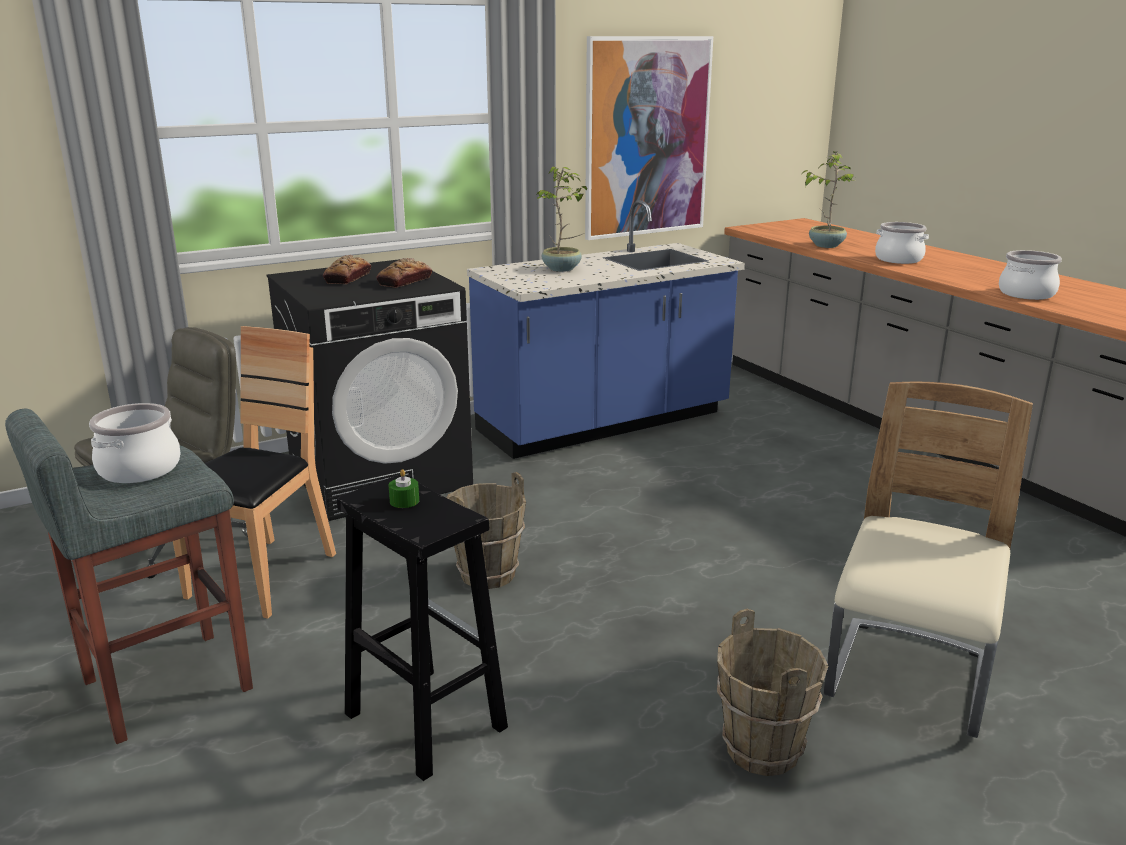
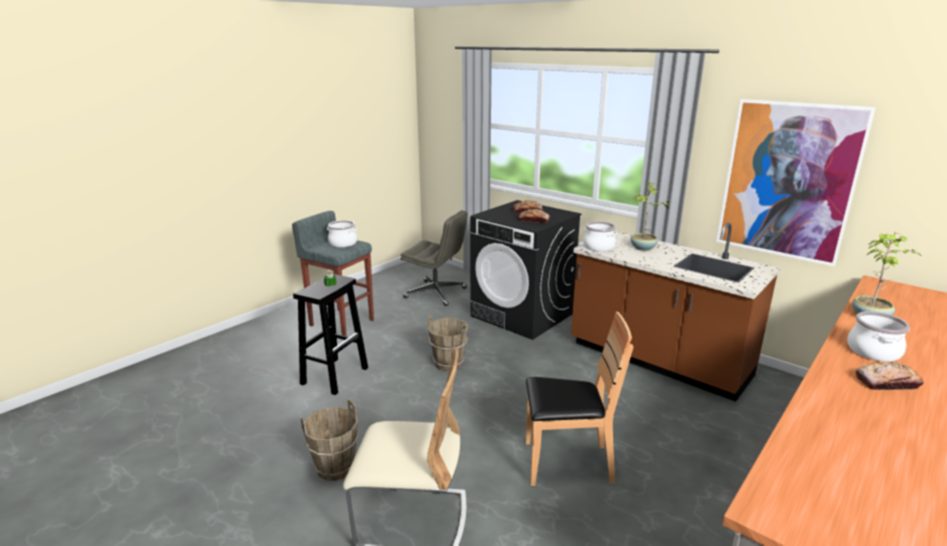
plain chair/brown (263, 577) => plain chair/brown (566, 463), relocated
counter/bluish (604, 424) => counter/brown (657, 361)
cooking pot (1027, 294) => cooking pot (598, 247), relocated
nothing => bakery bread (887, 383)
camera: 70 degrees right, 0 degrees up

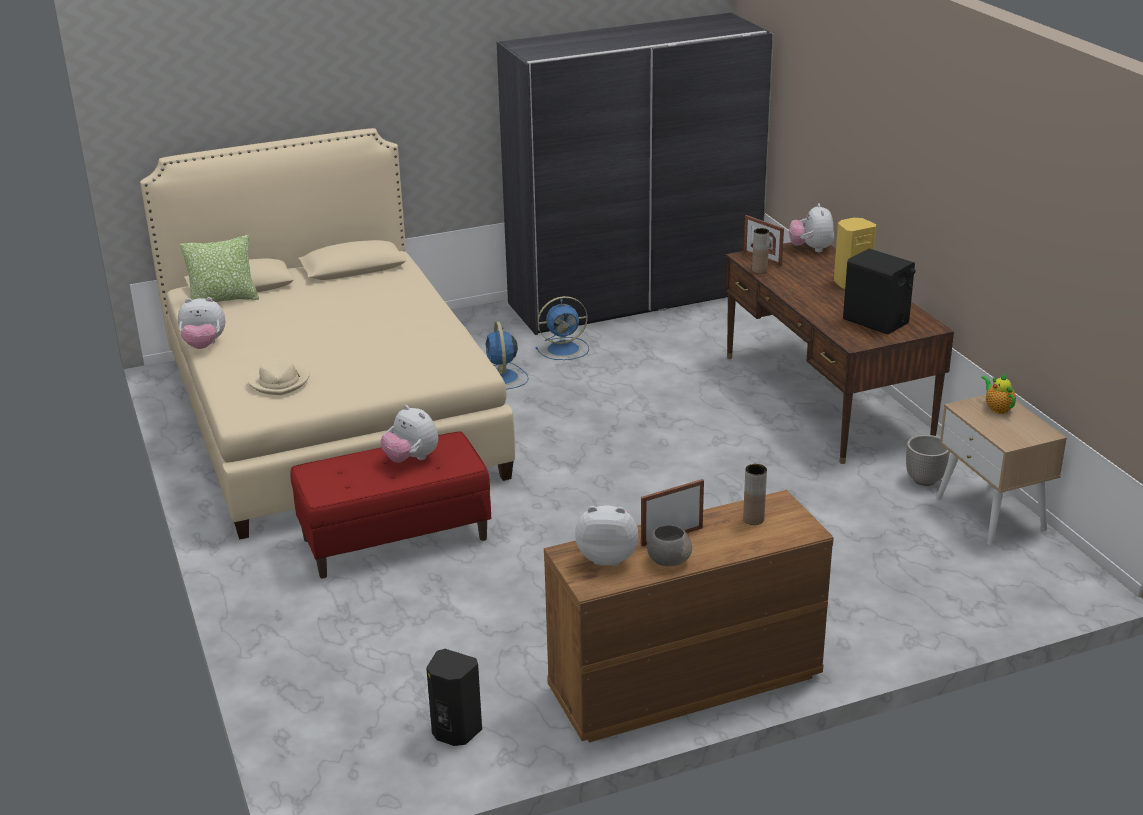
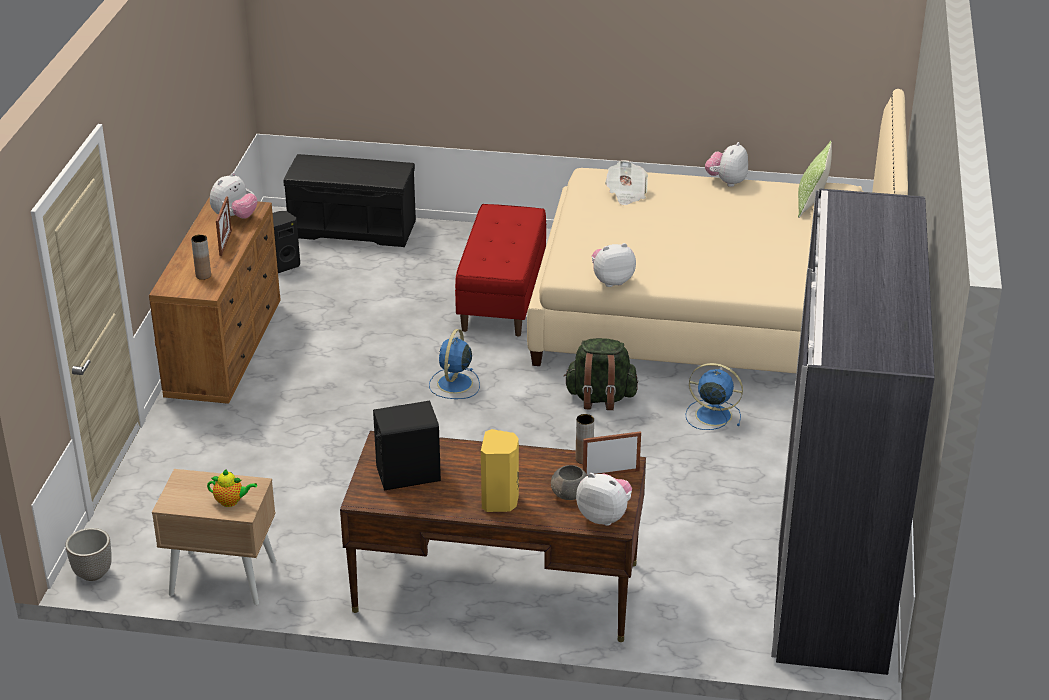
hat/beige-coloured (279, 381) => printed paper (626, 194)
soft toy (411, 459) => soft toy (611, 281), relocated
electric fan/bluish (564, 349) => electric fan/bluish (454, 384), relocated
bowl/grey (668, 560) => bowl/grey (570, 494), relocated
flower pot (925, 480) => flower pot (92, 574), relocated
nothing => long seat/blackish (354, 228)
nothing => backpack/green (600, 398)
camera: 120 degrees right, 5 degrees up

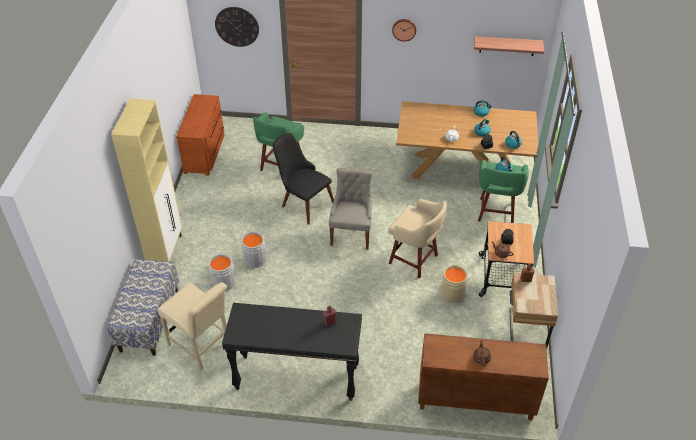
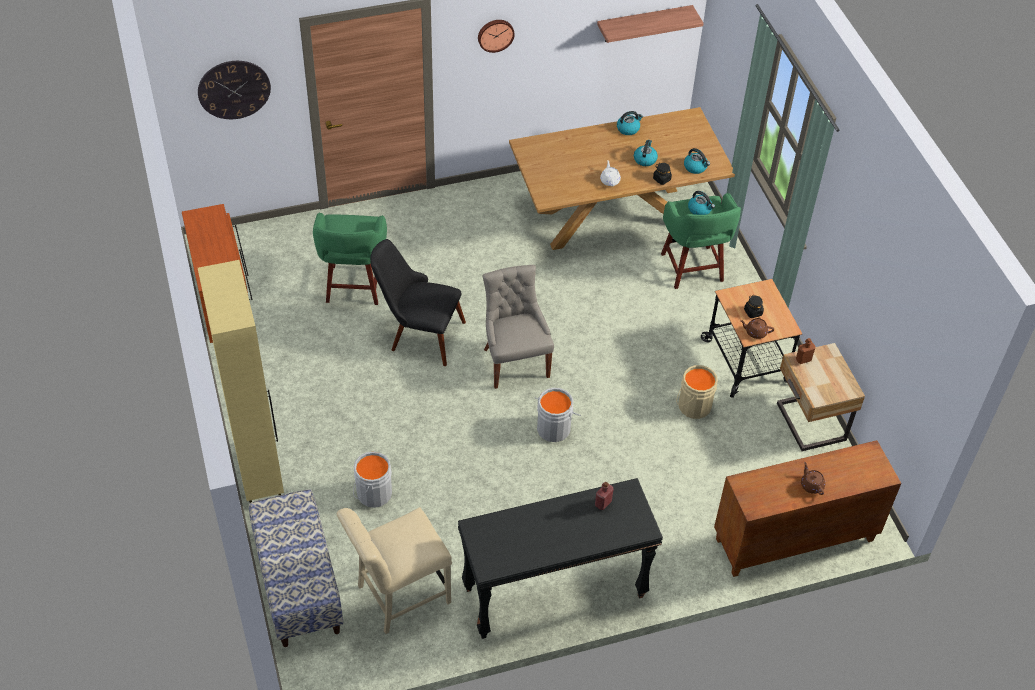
plain chair/beige-coloured (202, 346) => plain chair/beige-coloured (398, 596), 135 degrees clockwise
water bucket/grey (256, 259) => water bucket/grey (554, 427), relocated
stool seat/beige-coloured (415, 260) => nothing
camera: 25 degrees left, 5 degrees up

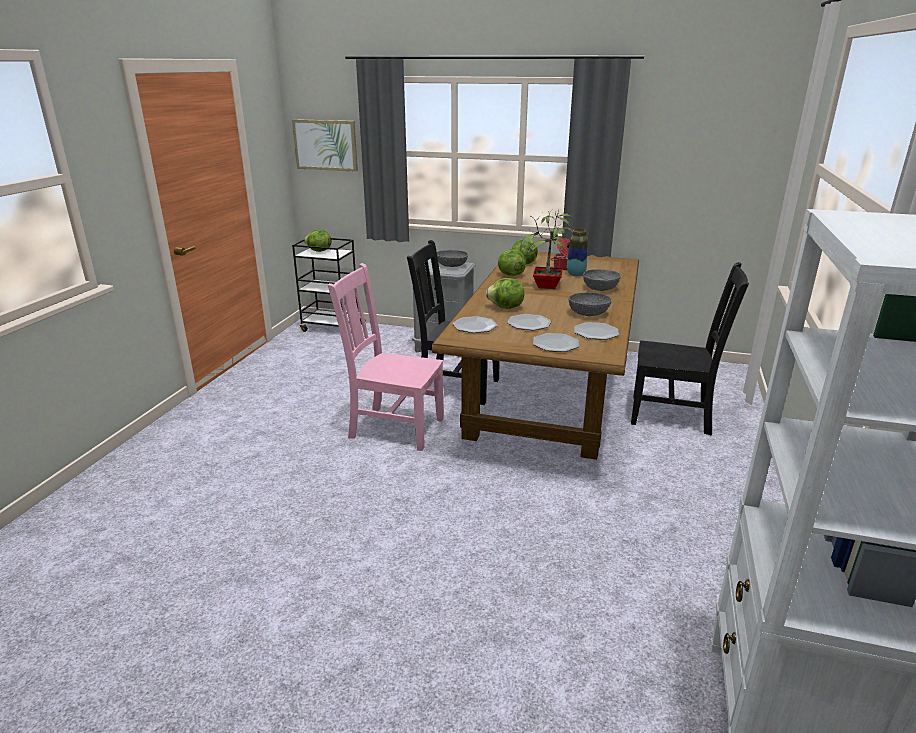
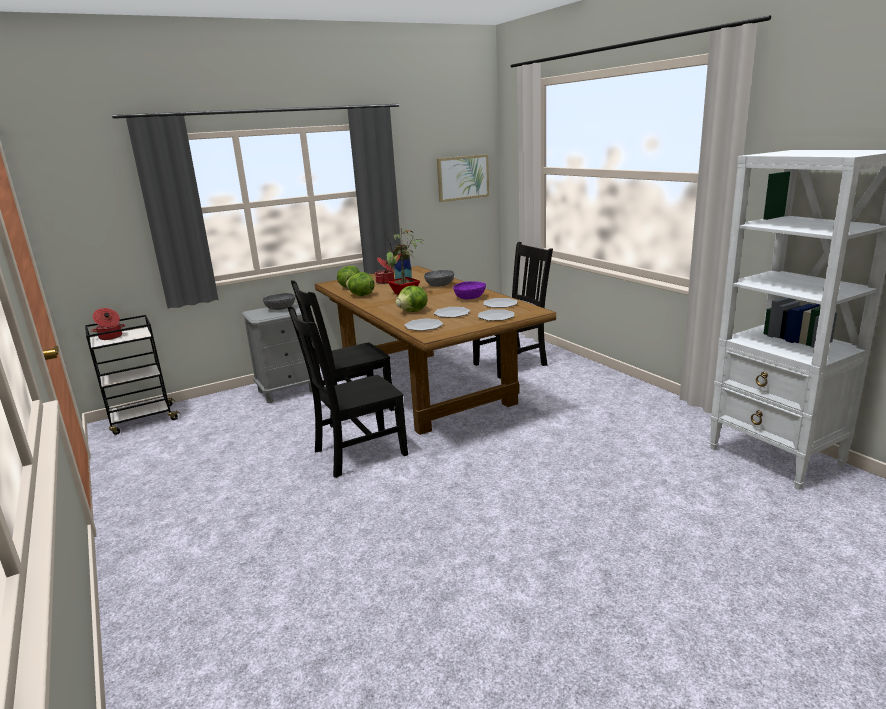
wall picture (325, 145) => wall picture (462, 177), relocated
lettuce head (318, 251) => cooking pot (111, 337)
plain chair/pink (393, 427) => plain chair/blackish (357, 453)
bowl/grey (588, 313) => bowl/purple-coloured (469, 297)
camera: 45 degrees left, 5 degrees down

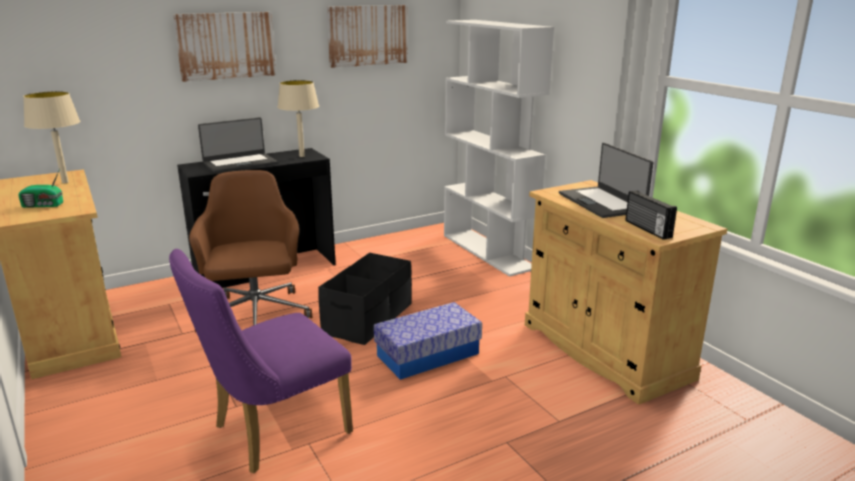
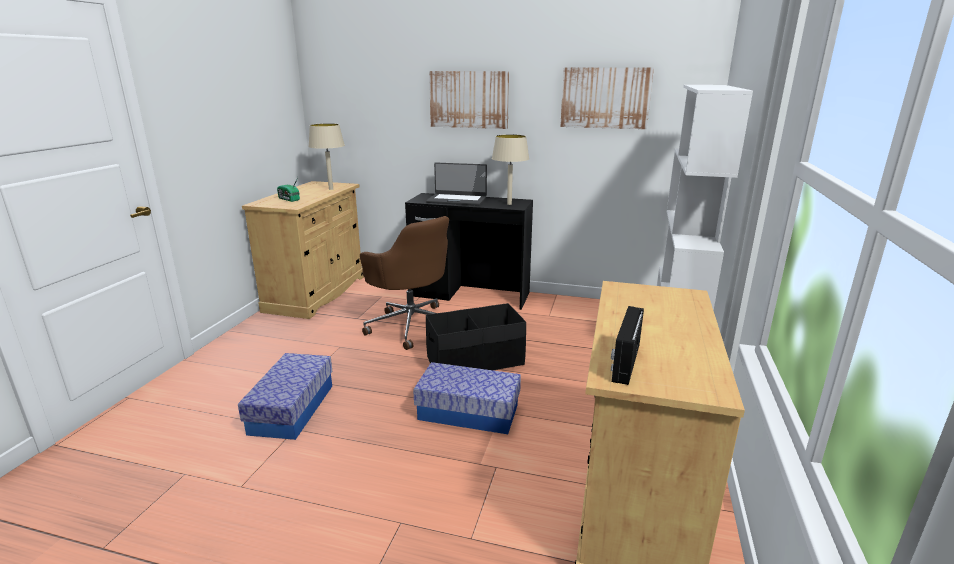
plain chair/purple-coloured (272, 432) => storage bin (292, 409)
office chair/brown (255, 316) => office chair/brown (411, 325), 105 degrees clockwise
laptop (602, 202) => nothing
camera: 45 degrees right, 0 degrees up

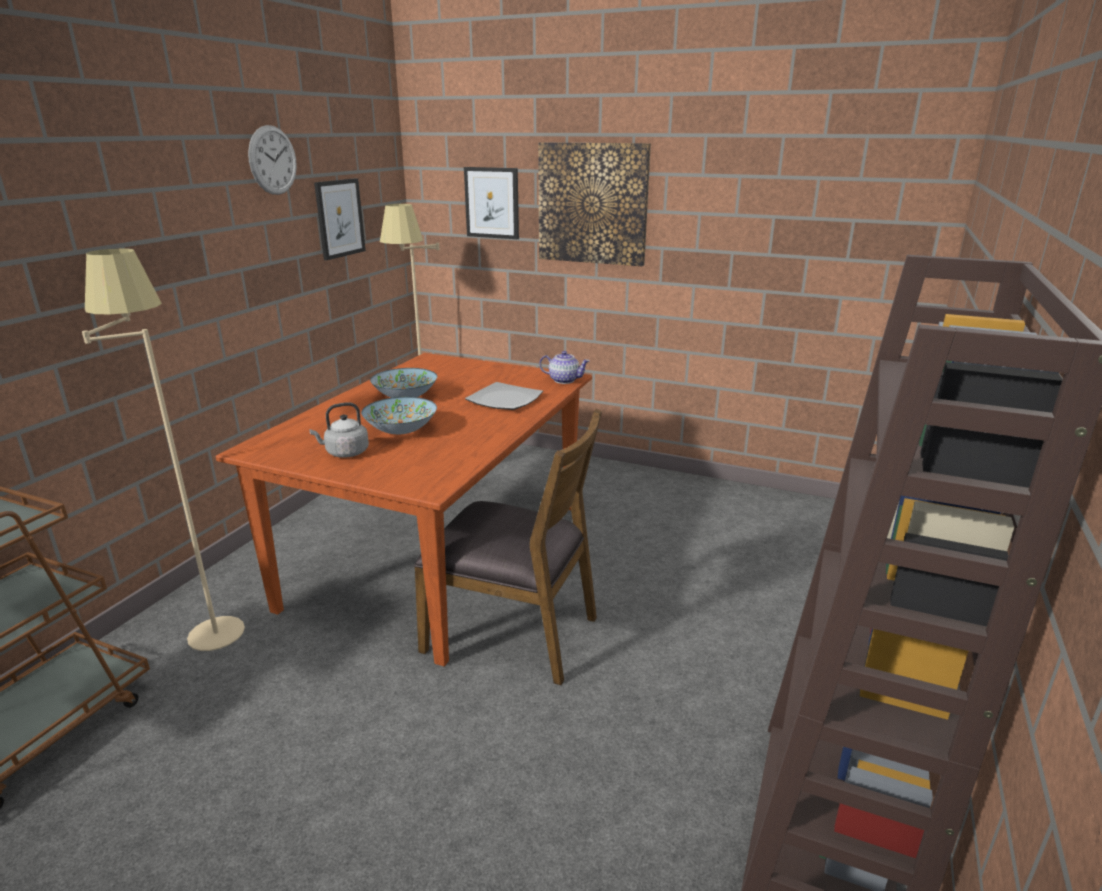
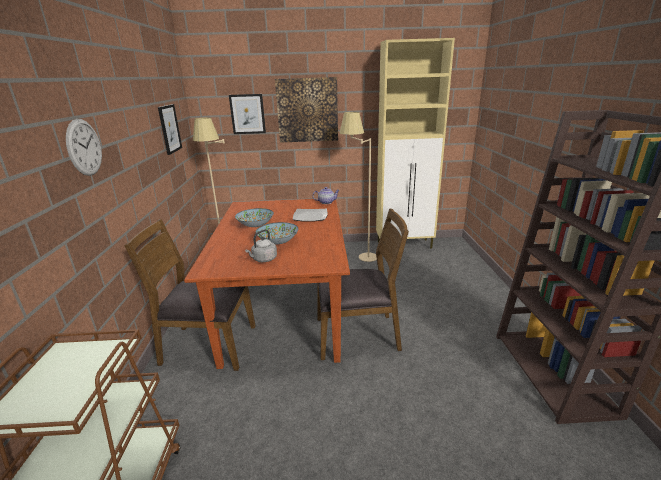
floor lamp/beige-coloured (204, 623) => floor lamp/beige-coloured (359, 256), relocated
wall clock (273, 160) => wall clock (84, 147), relocated
nothing => plain chair/brown (208, 346)
nothing => cabinet/beige-coloured (405, 245)
camera: 25 degrees left, 0 degrees up

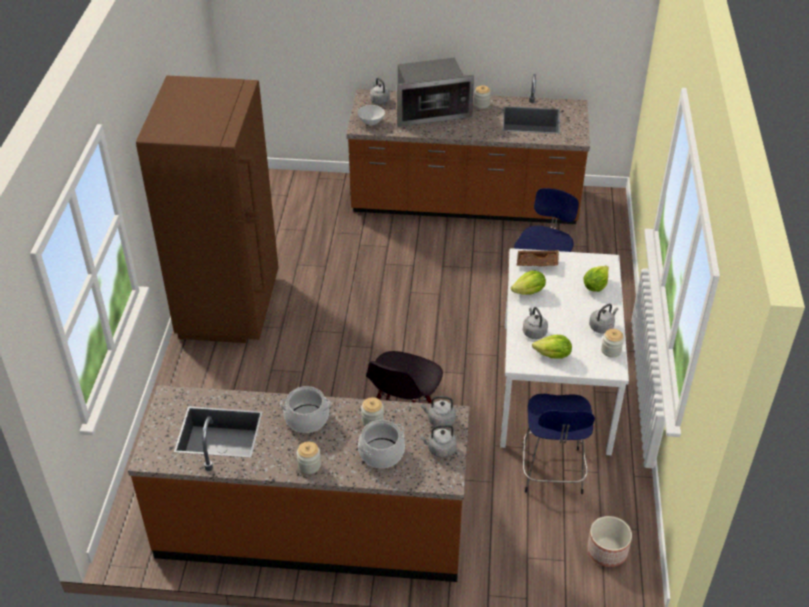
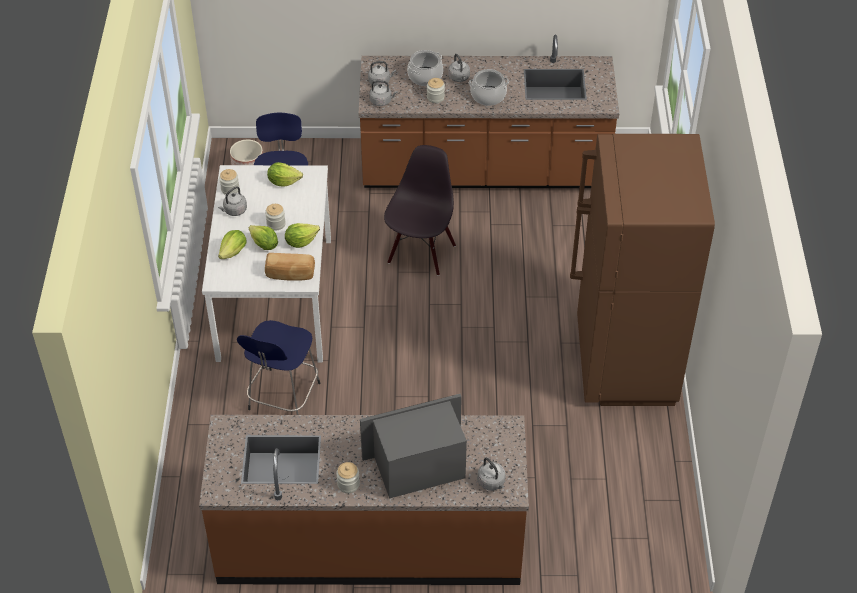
storage jar (309, 465) => storage jar (276, 224), relocated
bowl/white-coloured (371, 122) => nothing
tray/brown (537, 263) => bakery bread (290, 274)
tea kettle/grey (534, 332) => tea kettle/grey (459, 78), relocated
nothing => lettuce head (264, 245)
camera: 175 degrees right, 5 degrees up

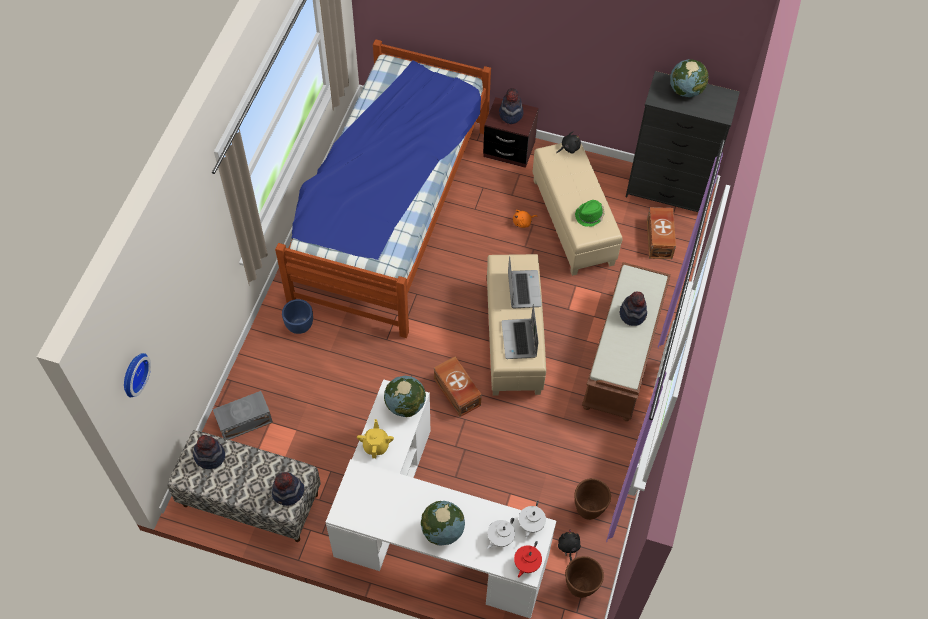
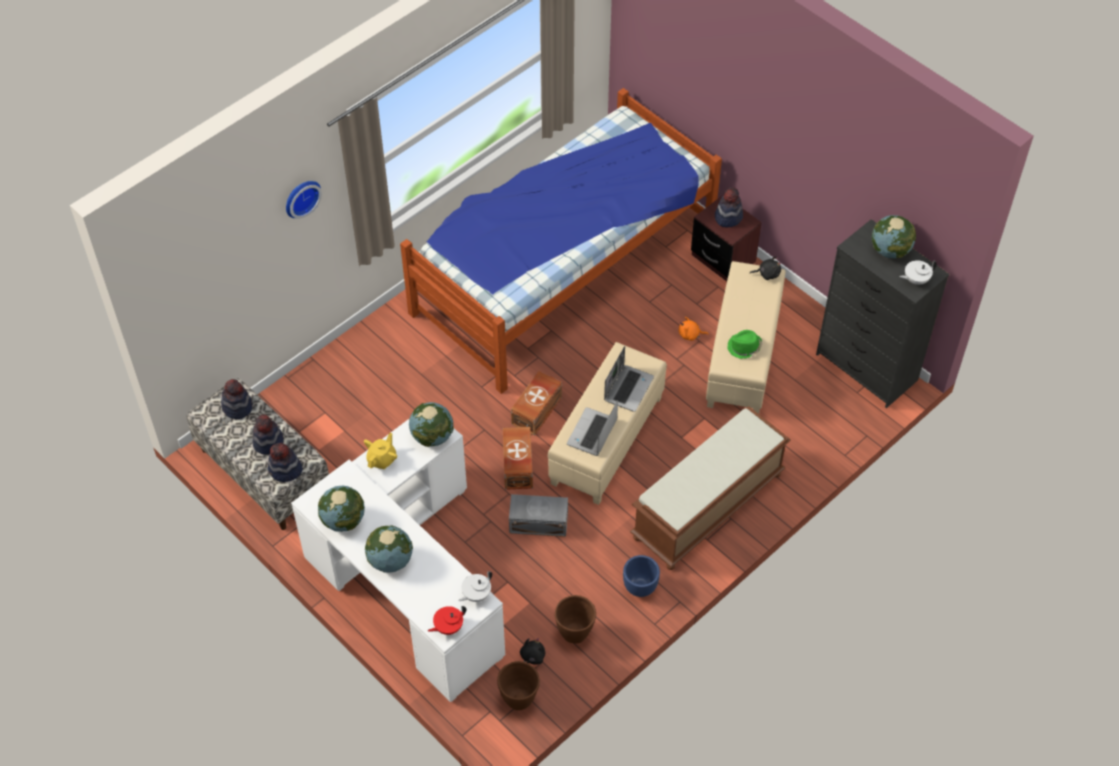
wall clock (133, 374) => wall clock (301, 197), relocated
storage bin/grey (243, 421) => storage bin/grey (537, 522), relocated
flower pot/bluish (299, 326) => flower pot/bluish (640, 587), relocated
teapot/white-coloured (500, 538) => teapot/white-coloured (915, 280), relocated
hat (633, 314) => hat (268, 442), relocated
storage bin/brown (660, 239) => storage bin/brown (538, 410), relocated
nothing => globe (343, 520)
camera: 30 degrees right, 5 degrees down

